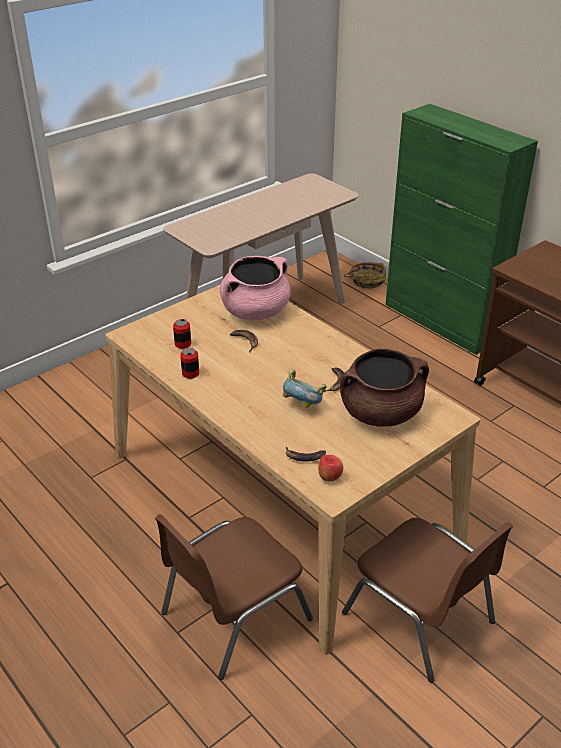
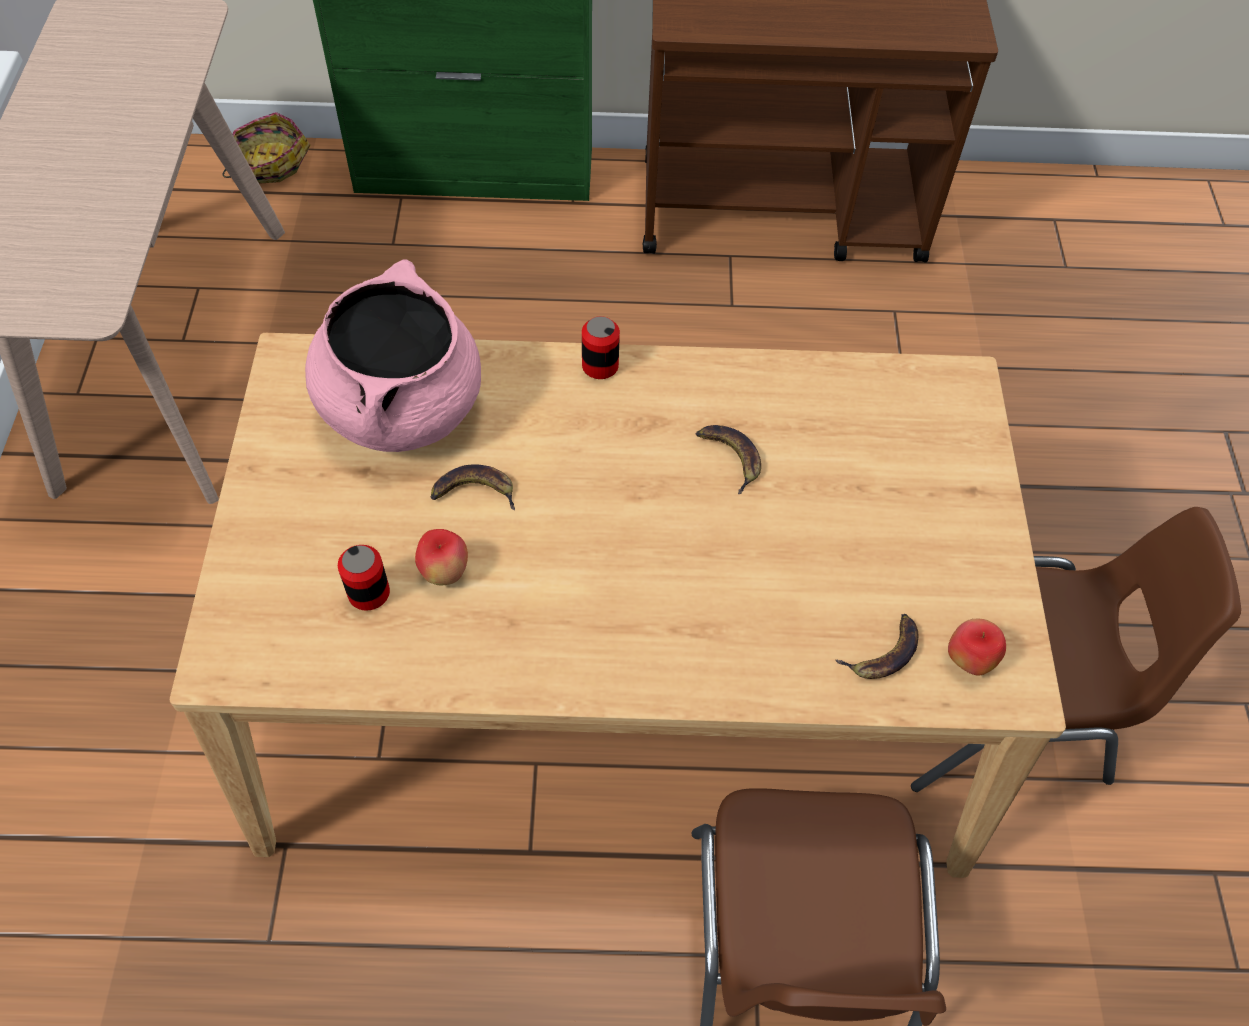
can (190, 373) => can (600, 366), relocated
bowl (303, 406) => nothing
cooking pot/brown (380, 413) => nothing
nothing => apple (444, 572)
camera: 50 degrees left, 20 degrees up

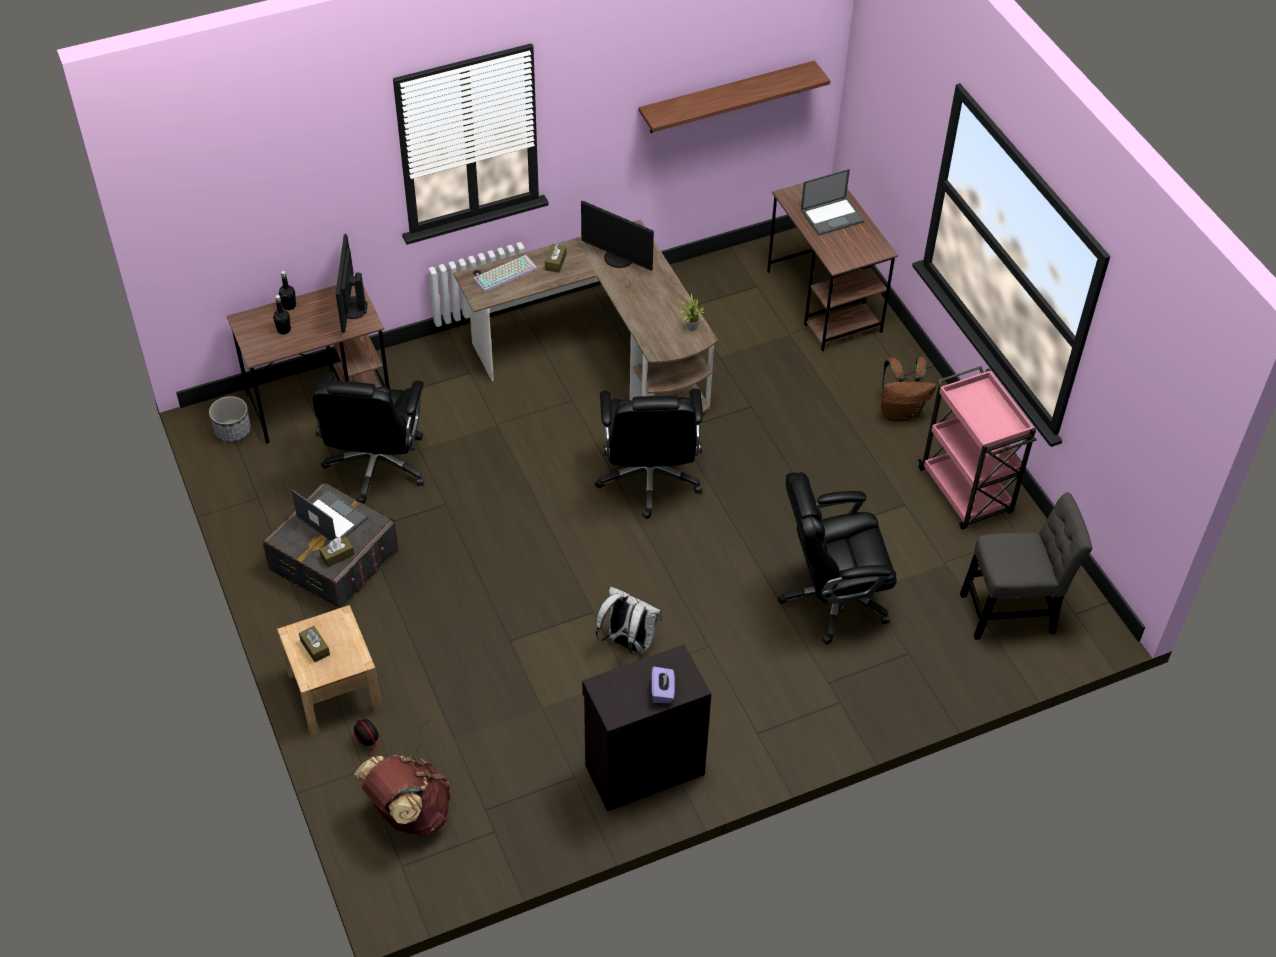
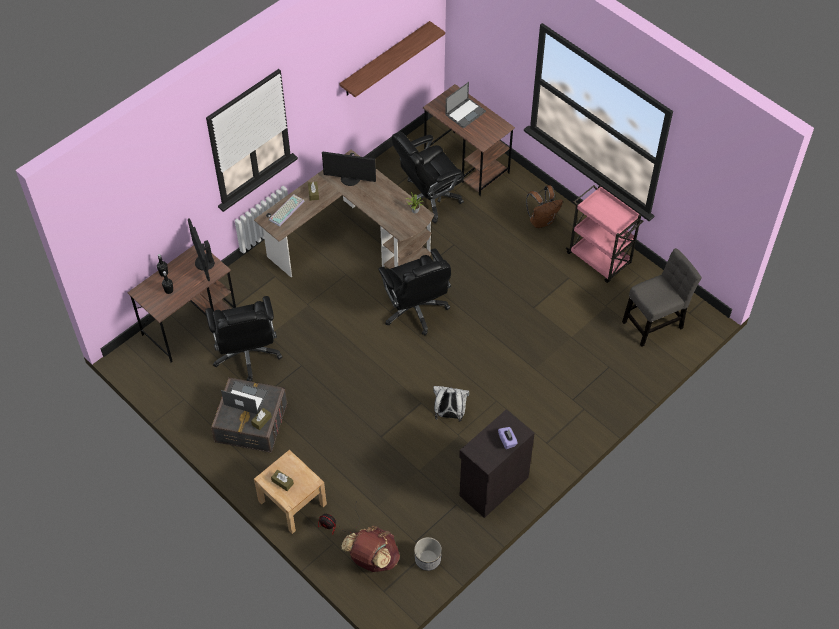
flower pot (232, 431) => flower pot (427, 559), relocated
office chair/blackish (832, 598) => office chair/blackish (428, 199), relocated
camera: 20 degrees left, 5 degrees up

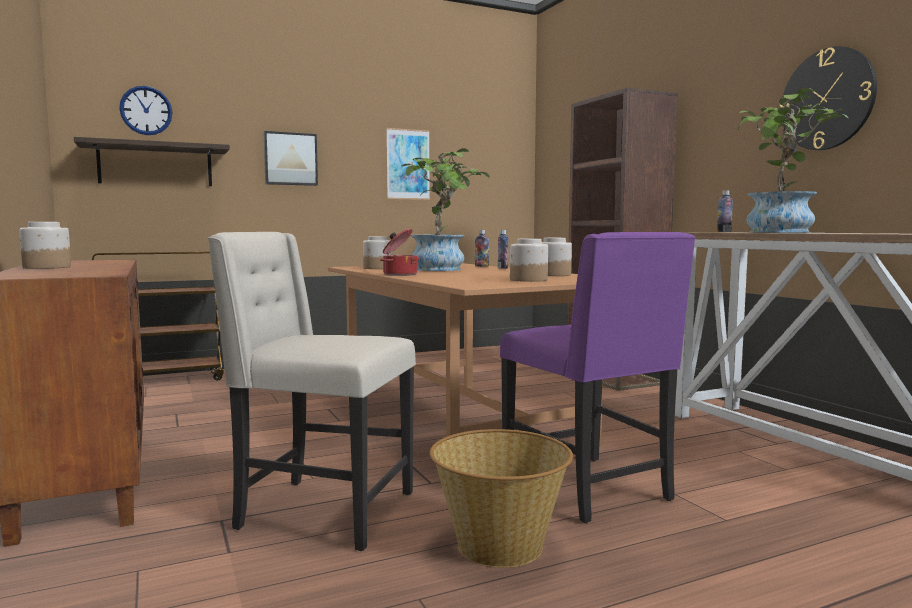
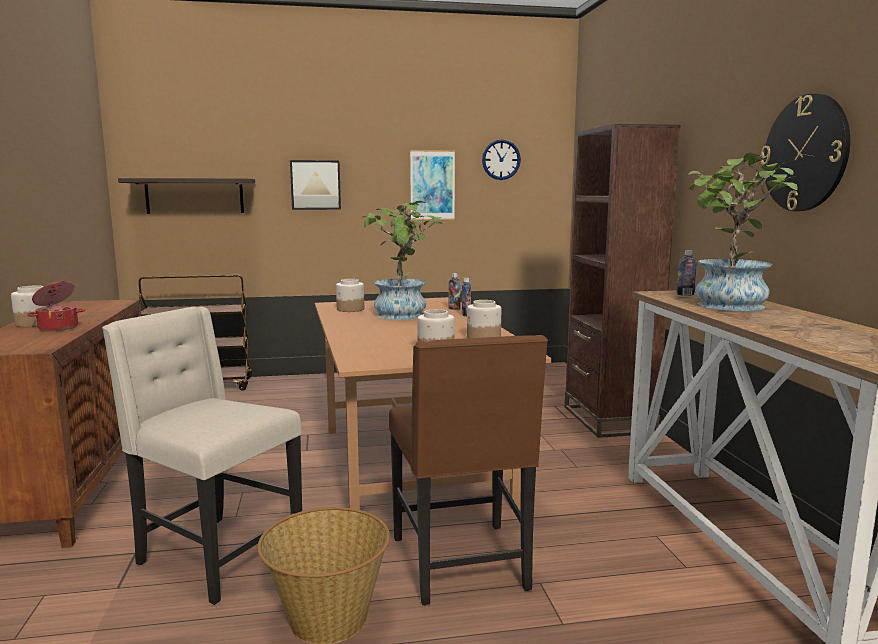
wall clock (146, 110) => wall clock (501, 159), relocated
cooking pot (399, 274) => cooking pot (58, 327), relocated
plain chair/purple-coloured (590, 489) => plain chair/brown (462, 564)
camera: 15 degrees right, 5 degrees up

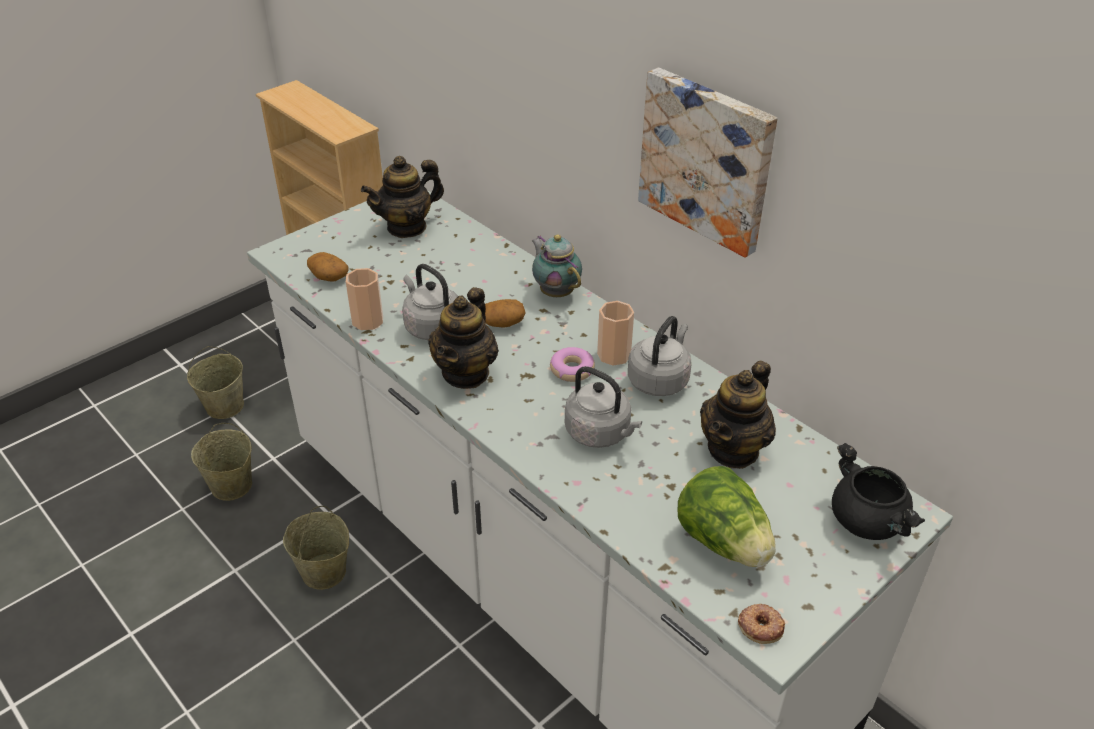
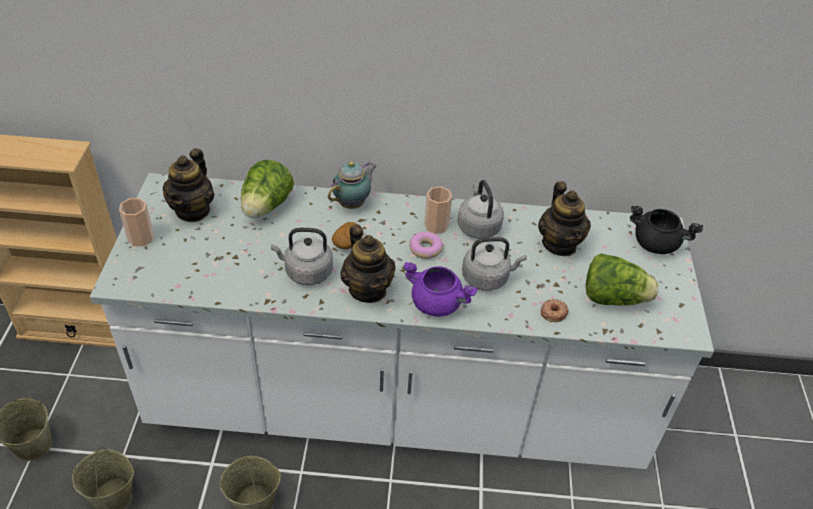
potato (328, 276) => nothing
drinking cup (367, 321) => drinking cup (141, 238), relocated
teapot (555, 292) => teapot (353, 203), 120 degrees clockwise
wall picture (708, 159) => nothing
ring doughnut (760, 626) => ring doughnut (553, 312), relocated
nothing => lettuce head (266, 206)
nothing => cooking pot/purple-coloured (437, 303)
camera: 45 degrees left, 5 degrees up

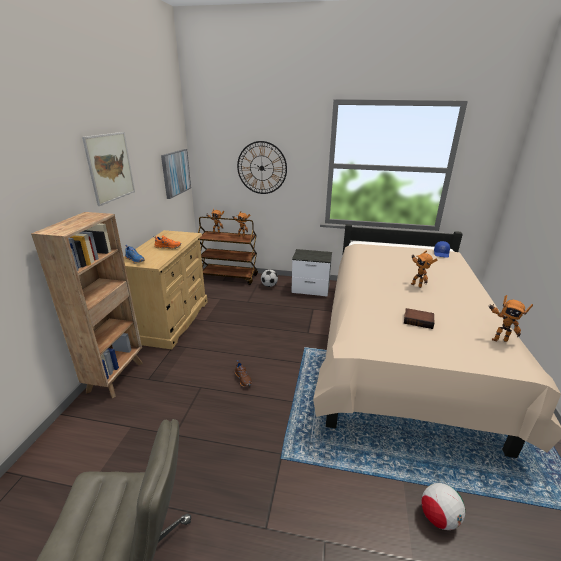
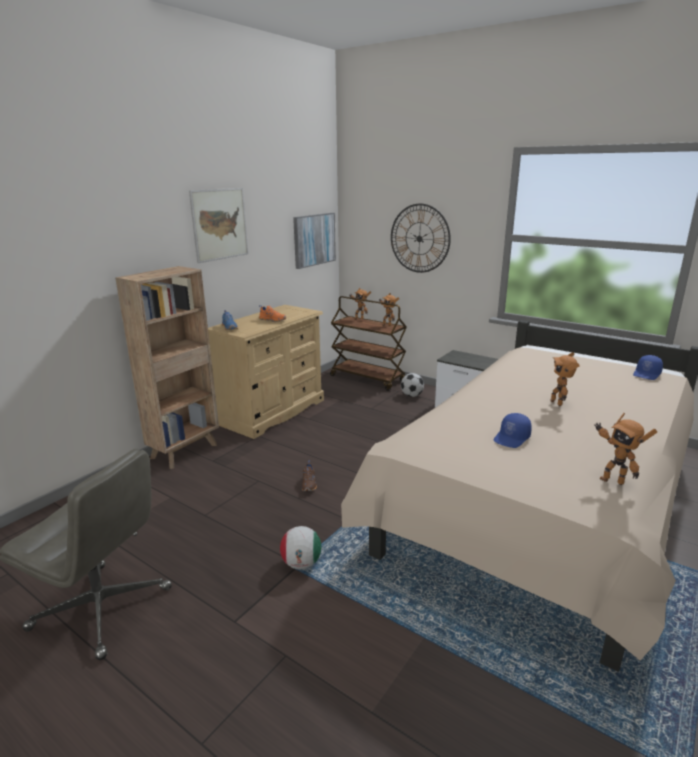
bound book (418, 320) => peaked cap/bluish (512, 438)
ball for football (438, 517) => ball for football (301, 563), relocated
camera: 25 degrees right, 5 degrees down

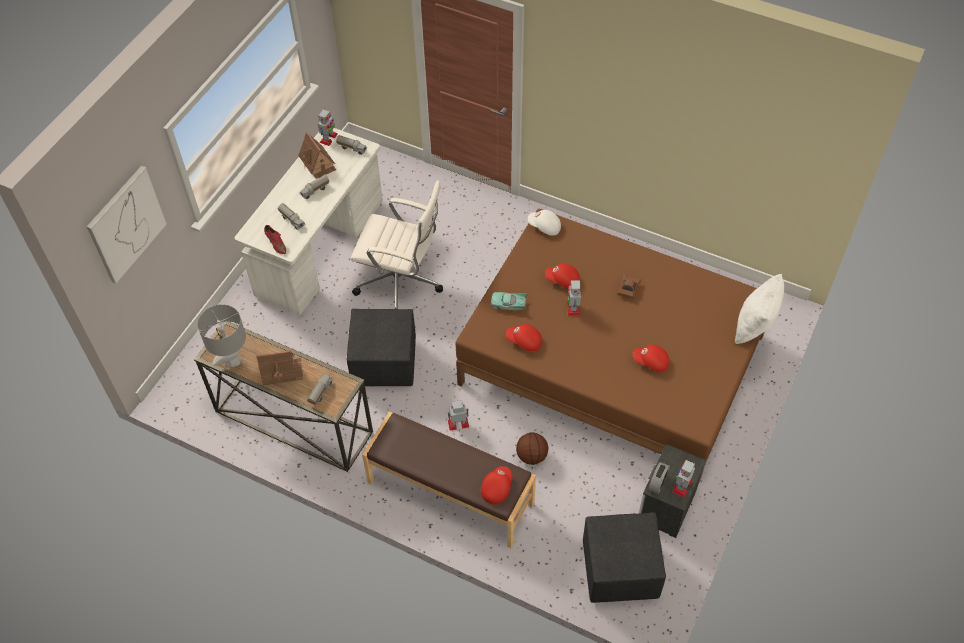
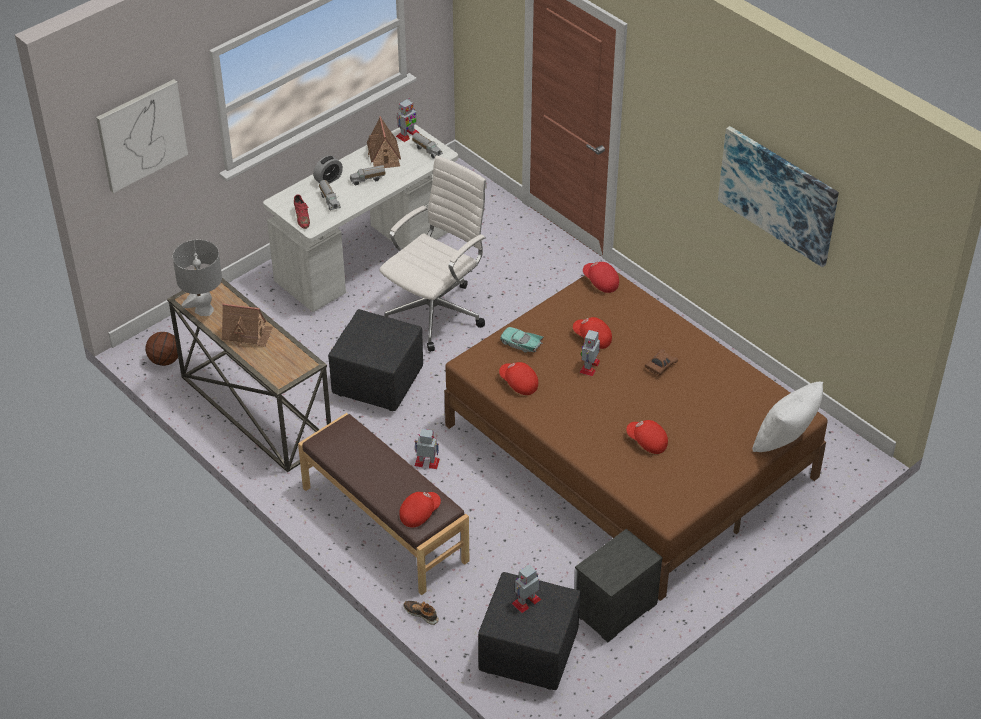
model truck (320, 392) => nothing
office chair/white-coloured (401, 282) => office chair/white-coloured (436, 312), 90 degrees counterclockwise
ball for basketball (532, 456) => ball for basketball (165, 361), relocated
peaked cap/white-coloured (544, 227) => peaked cap/red (600, 282)
alarm clock (657, 483) => alarm clock (328, 179), relocated
model robot (682, 485) => model robot (526, 601), relocated
nothing => shoe (421, 614)
nothing => wall picture (778, 195)
camera: 20 degrees right, 10 degrees down

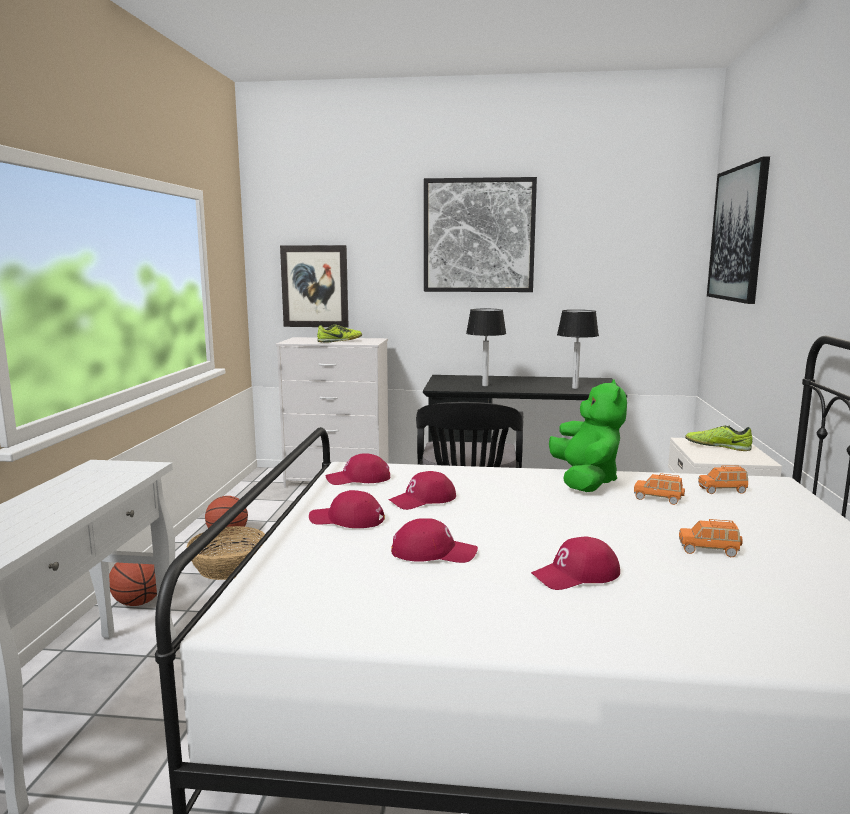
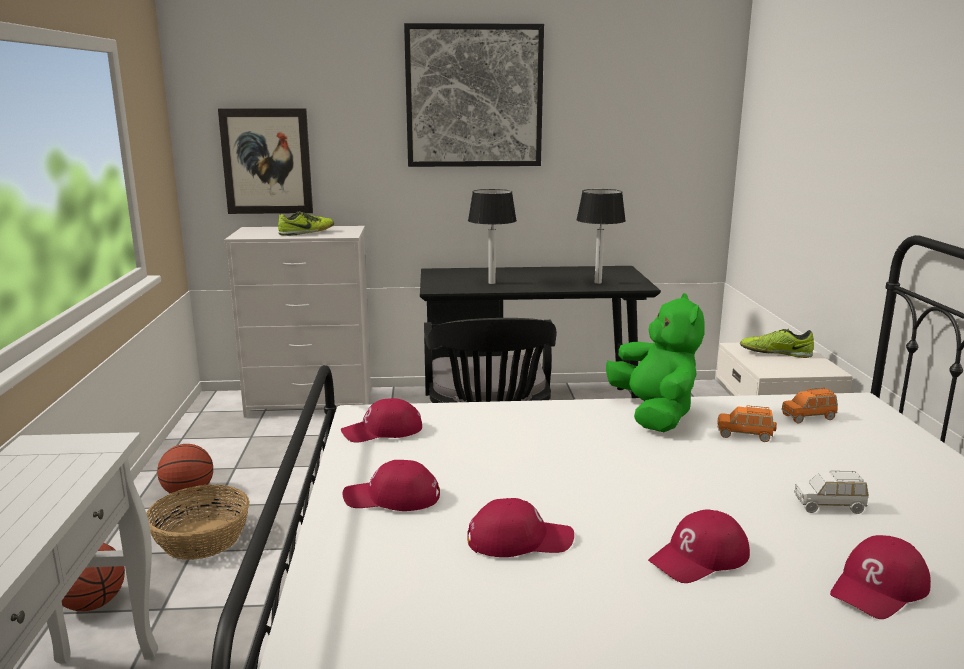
peaked cap/red (423, 500) => peaked cap/red (879, 588), relocated
miniature car/orange (709, 550) => miniature car/white-coloured (830, 506)
wall picture (738, 234) => nothing
camera: 10 degrees left, 5 degrees up

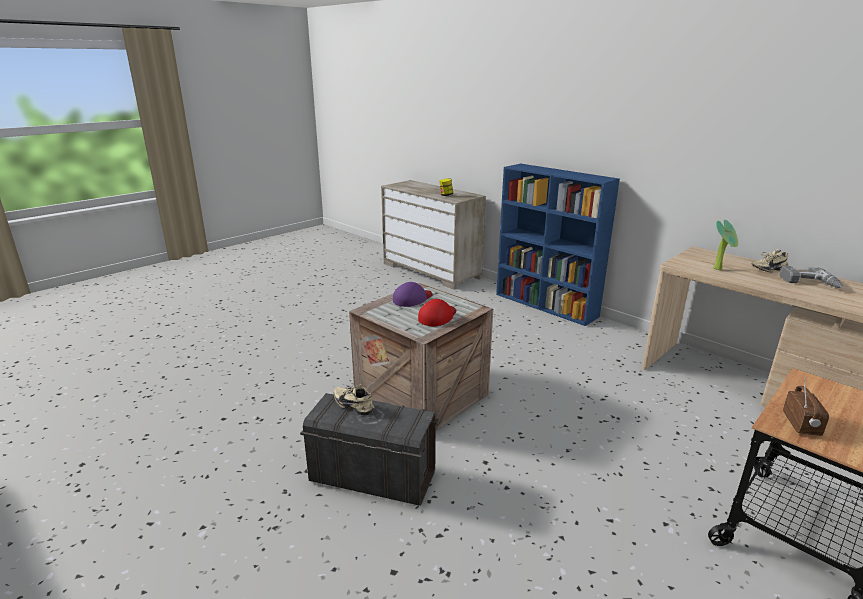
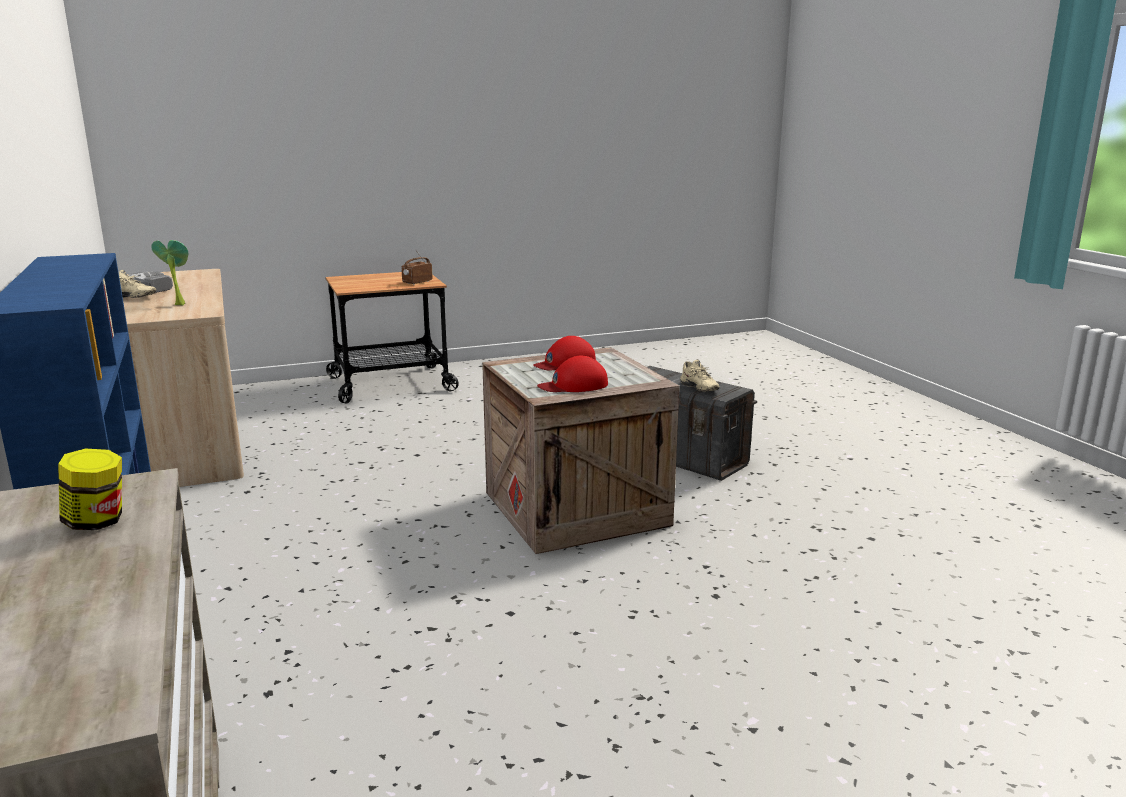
peaked cap/purple-coloured (412, 299) => peaked cap/red (574, 385)
camera: 155 degrees left, 5 degrees down

